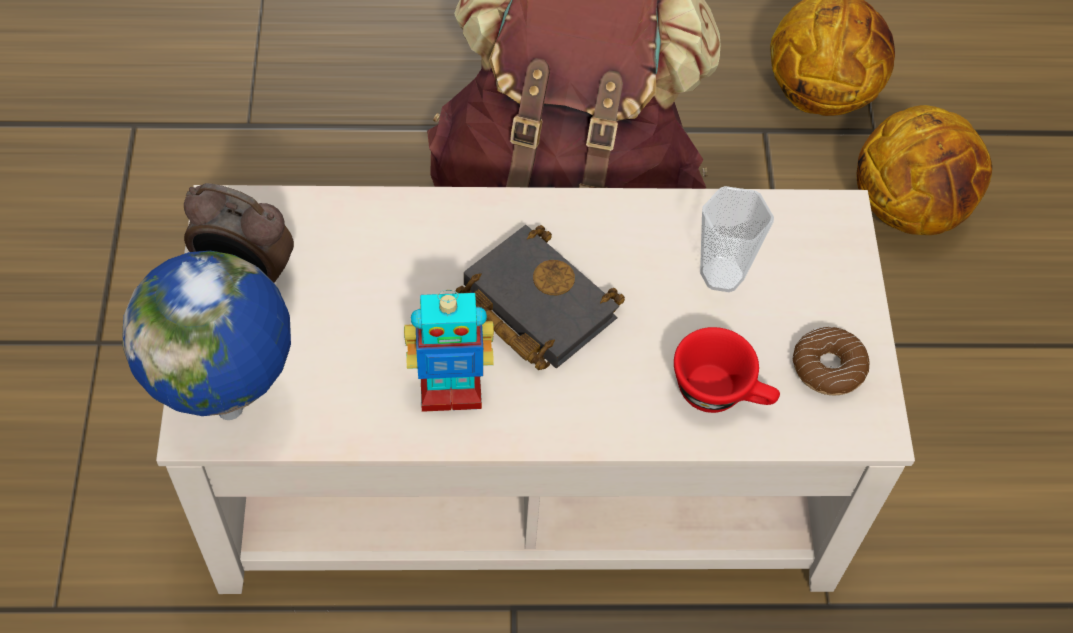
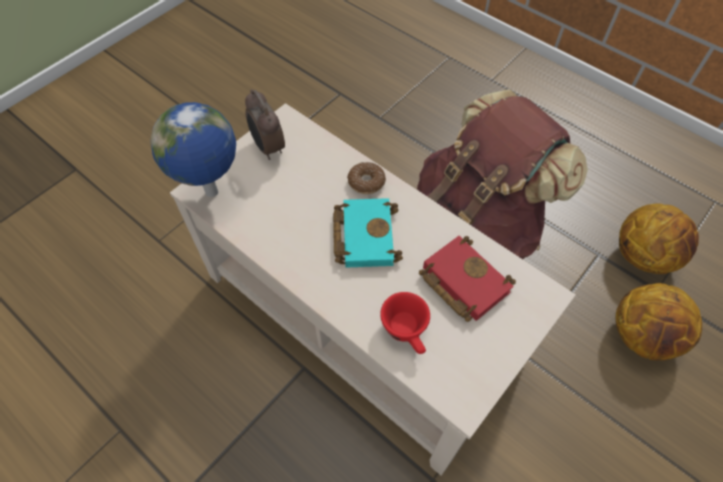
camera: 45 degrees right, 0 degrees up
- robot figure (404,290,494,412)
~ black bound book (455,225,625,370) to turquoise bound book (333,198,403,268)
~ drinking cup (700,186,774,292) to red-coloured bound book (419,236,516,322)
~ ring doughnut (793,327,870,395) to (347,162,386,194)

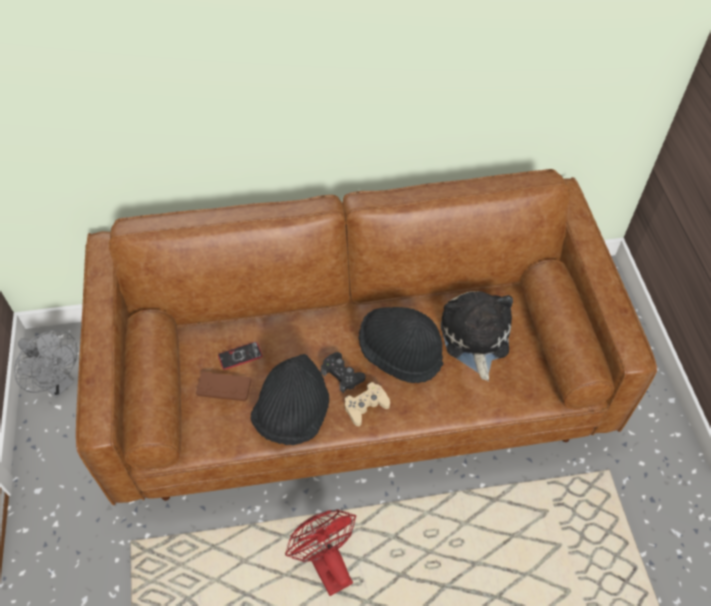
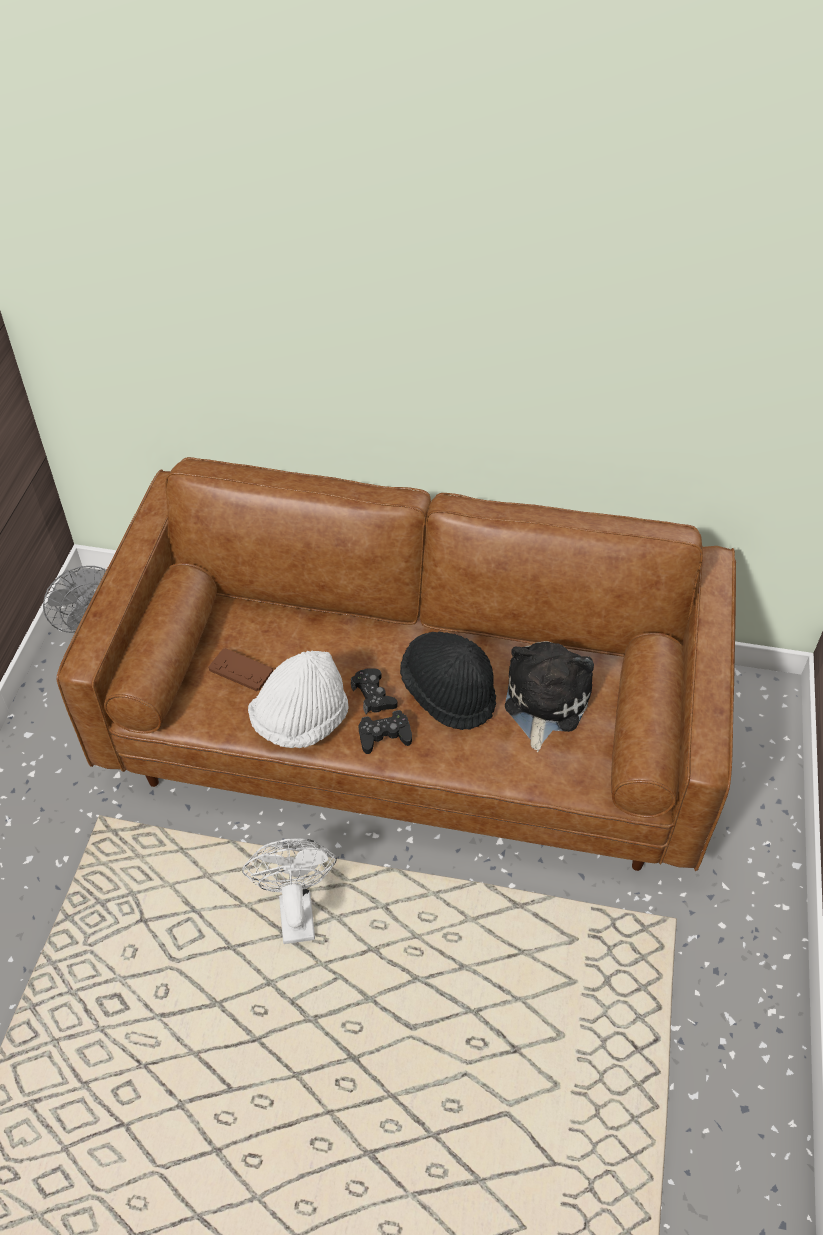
camera: 20 degrees right, 5 degrees down
- handset (218,342,262,370)
~ black wearable hat (250,354,329,445) to white wearable hat (248,651,349,748)
~ red-coloured cooling fan (285,509,356,596) to white cooling fan (242,838,337,944)
~ beige-coloured gamepad (345,382,390,426) to black gamepad (359,710,412,754)

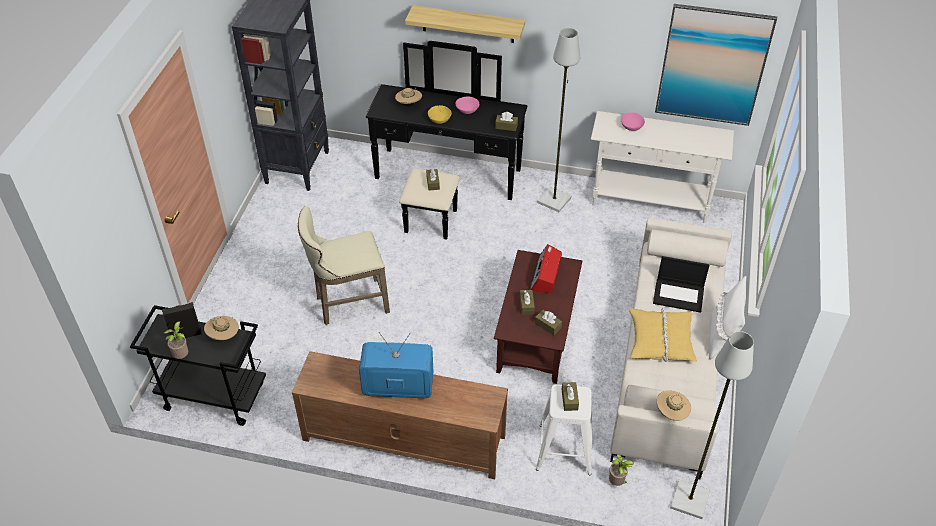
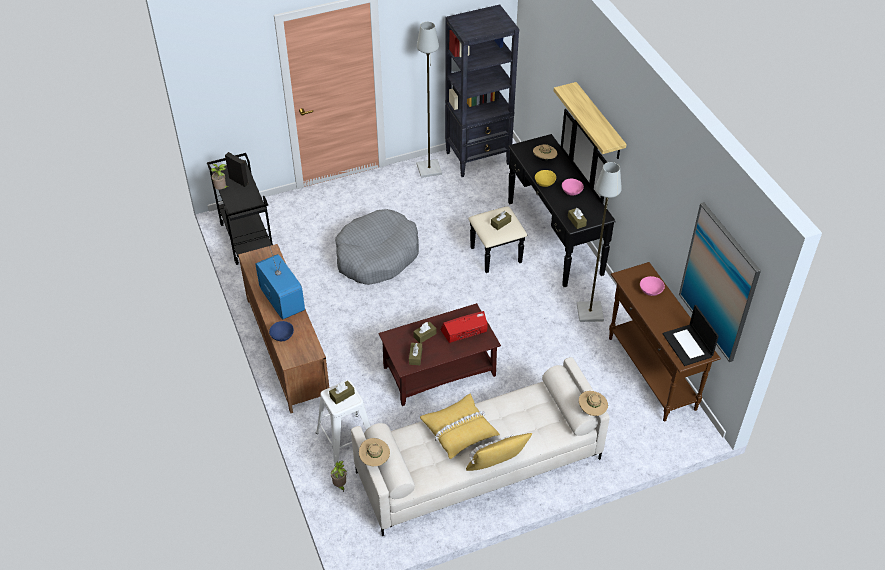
camera: 55 degrees right, 0 degrees up
~ beige-coloured wearable hat (204,316,239,340) to (579,391,608,416)
~ beige-coloured stool (298,206,390,325) to greyish pet bed (335,209,419,285)
~ white hall table (591,111,734,223) to brown-coloured hall table (609,262,721,422)
~ notebook computer (653,256,709,313) to (663,305,719,366)
~ greyish standing lamp (670,331,754,519) to (417,22,442,178)
~ white cushion (709,276,746,360) to yellow-coloured cushion (466,433,532,471)
+ bluish bowl (269,321,294,341)

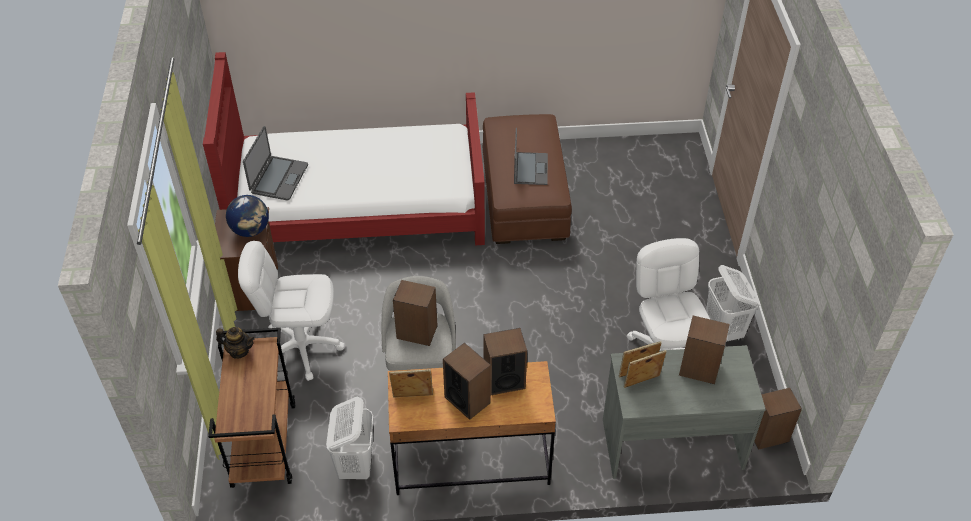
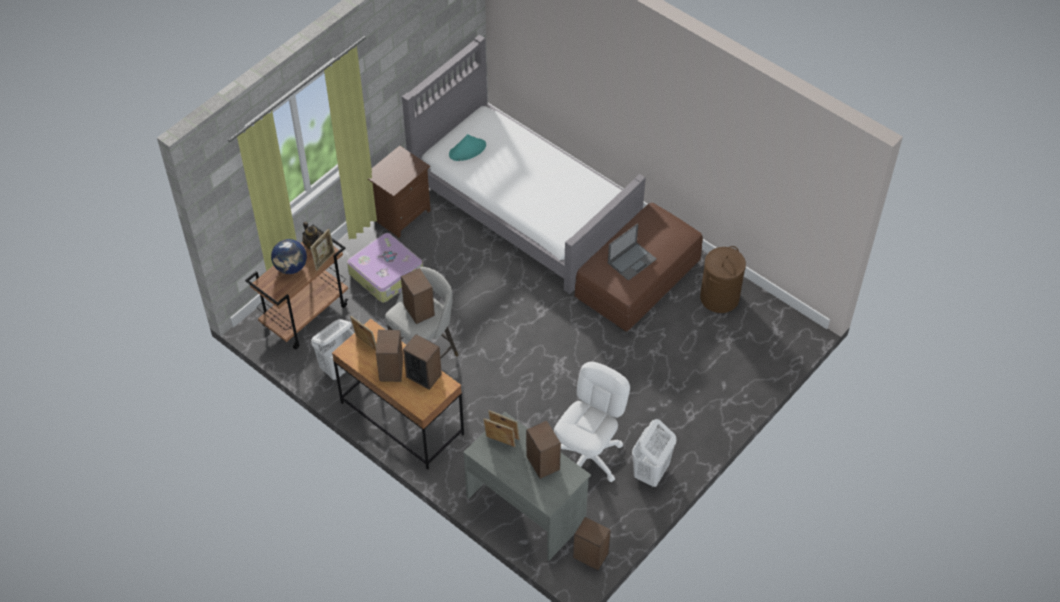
camera: 45 degrees right, 5 degrees up
~ red-coloured bed (203,52,485,245) to greyish bed (402,35,646,294)
~ desk globe (226,195,269,237) to (271,239,307,274)
~ white desk chair (238,241,345,381) to travel case (347,233,423,303)
~ notebook computer (243,126,308,201) to turquoise wearable hat (449,134,486,161)
+ picture frame (310,229,335,271)
+ brown-coloured washing basket (700,246,746,313)

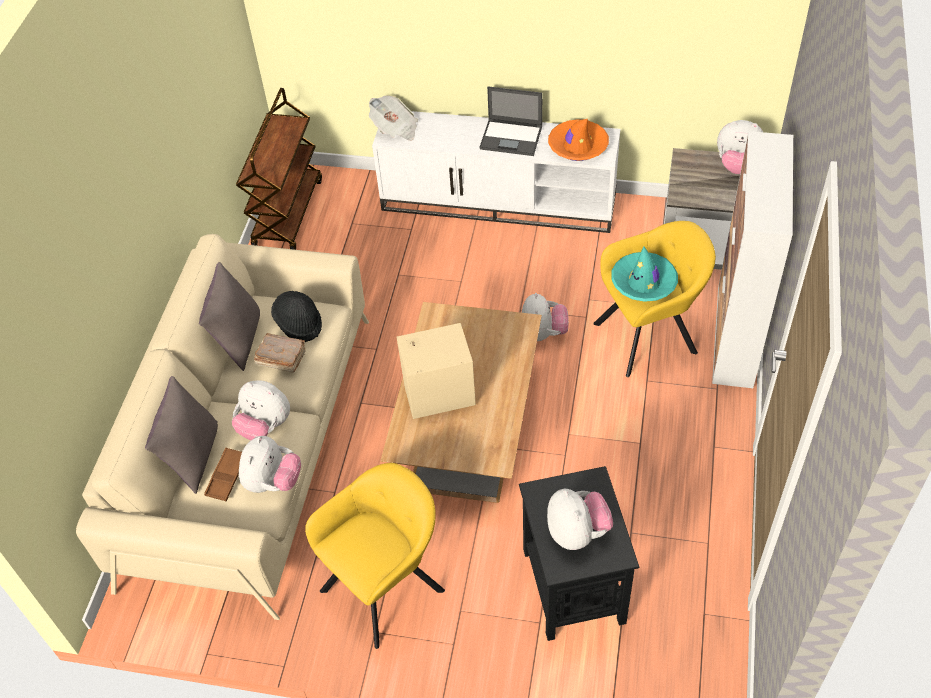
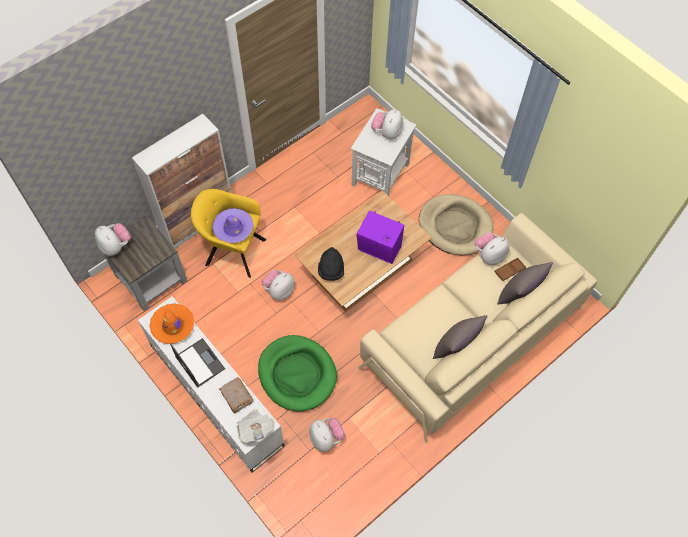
camera: 145 degrees left, 10 degrees up
~ plush toy (232,380,290,440) to (309,418,345,452)
- brown-coloured cart (236,88,322,250)
~ brown-coloured bound book (254,333,306,372) to (219,377,253,413)
~ black wearable hat (271,291,322,342) to (318,247,344,281)
~ yellow-coloured armchair (305,463,445,649) to beige-coloured pet bed (419,194,494,255)
~ beige-coloured speaker (397,323,476,419) to purple speaker (357,210,404,264)
~ black side table (519,466,640,641) to white side table (351,108,417,196)
~ turquoise wearable hat (611,246,678,302) to purple wearable hat (212,208,253,243)
+ green-coloured pet bed (258,335,337,412)

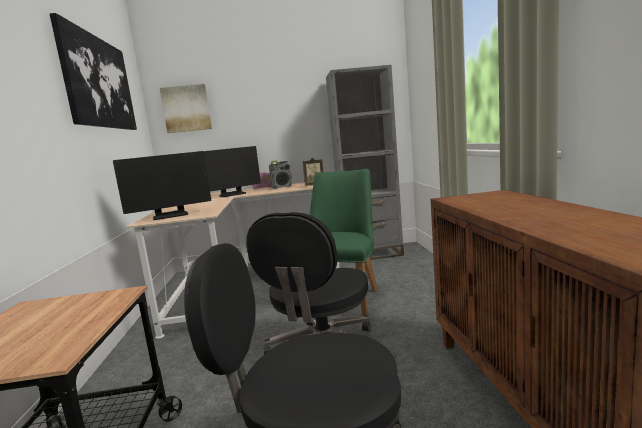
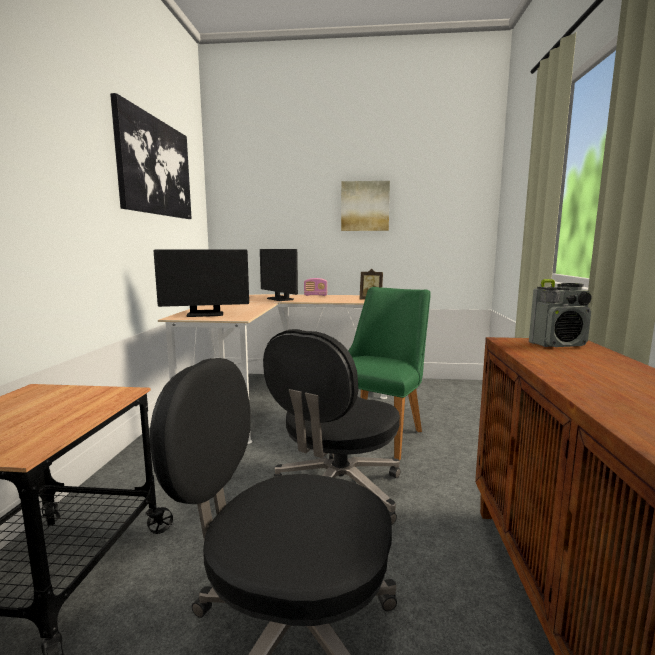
camera: 10 degrees right, 0 degrees up
~ wall picture (160,84,212,133) to (341,181,390,231)
~ computer display (203,146,261,197) = (260,249,298,301) 75 degrees clockwise
~ radio (269,161,292,189) to (529,279,592,347)
- greyish bookcase (326,65,404,263)

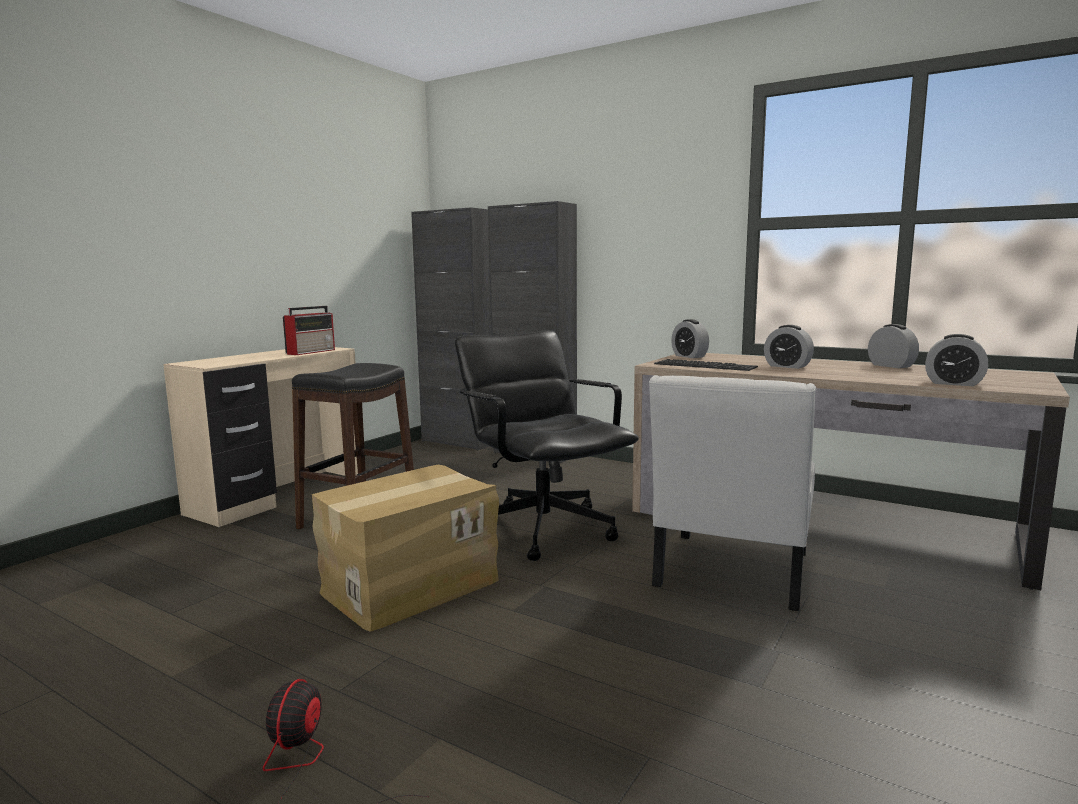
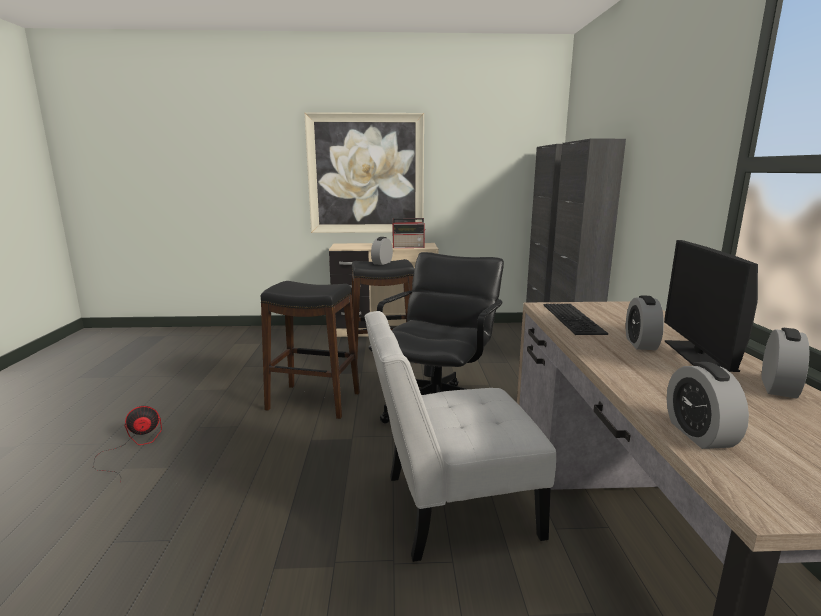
camera: 55 degrees right, 5 degrees up
~ carton (312,465,499,632) to black stool (261,281,360,419)
~ table clock (671,319,709,358) to (371,237,393,265)
+ wall picture (304,112,424,233)
+ computer display (664,240,758,372)

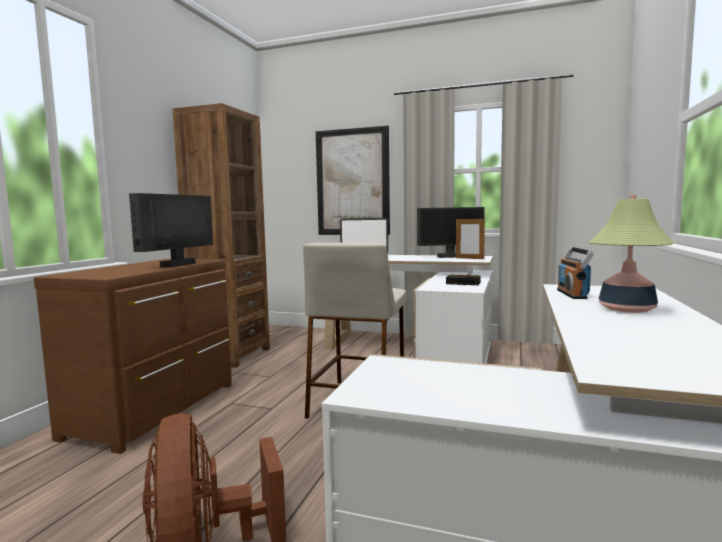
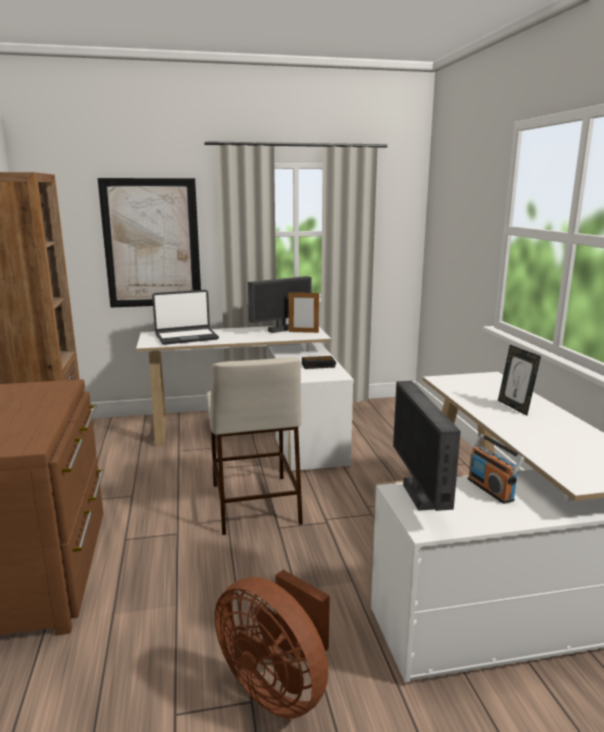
camera: 30 degrees left, 10 degrees up
~ computer display (129,193,213,268) to (393,381,461,511)
~ radio (557,247,594,299) to (468,434,524,504)
~ table lamp (589,195,674,313) to picture frame (498,345,541,416)

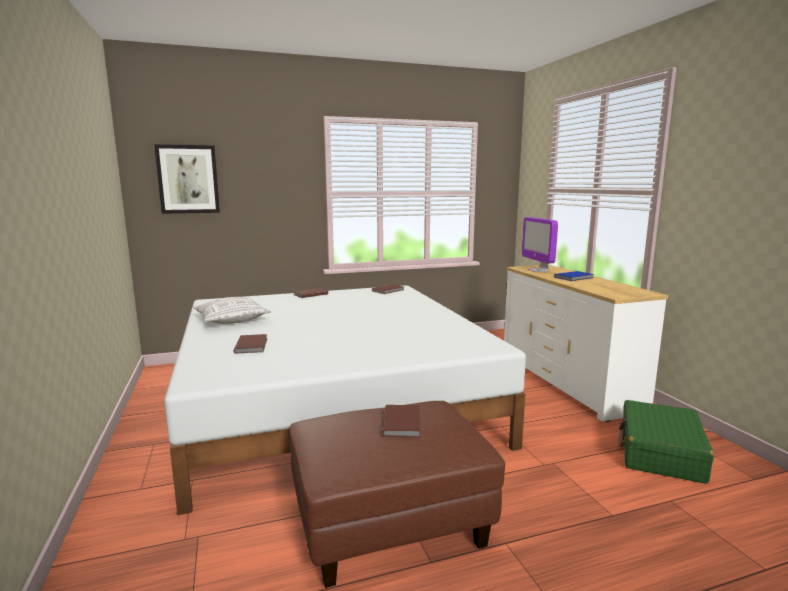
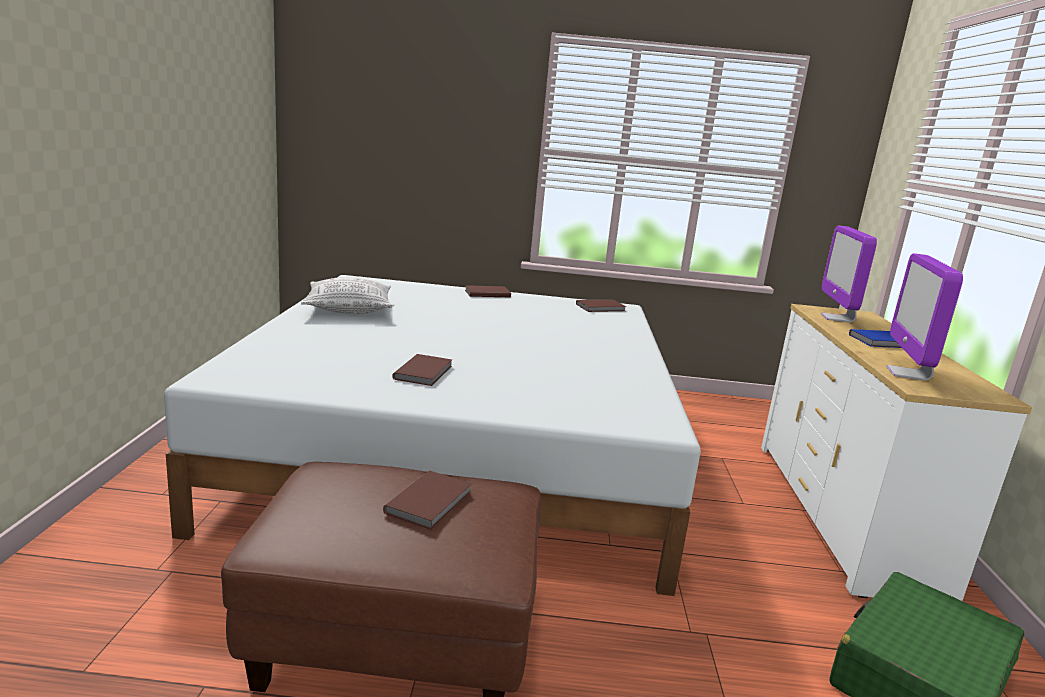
camera: 20 degrees right, 5 degrees up
- wall picture (154,144,220,214)
~ brown-coloured bound book (234,334,267,354) to (393,354,452,386)
+ computer display (886,253,963,381)

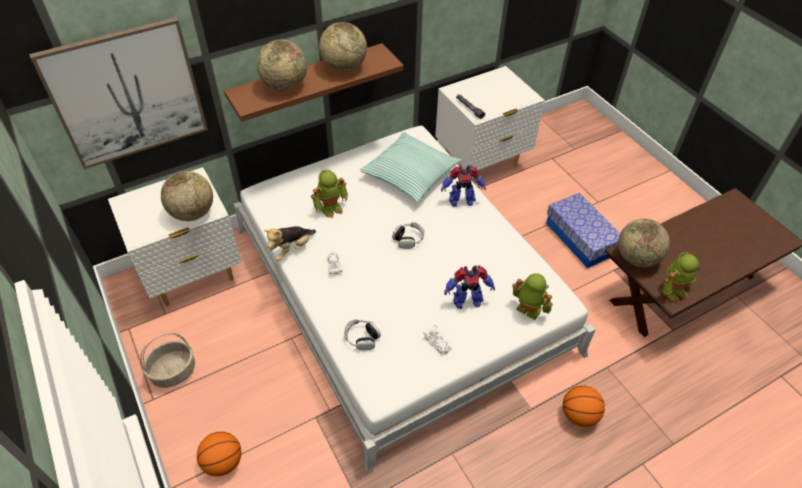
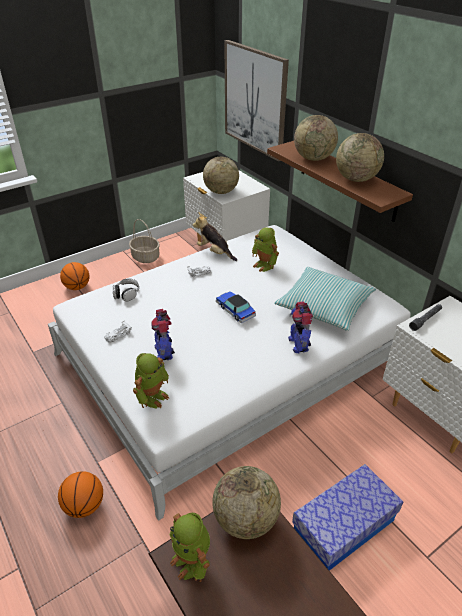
camera: 85 degrees right, 10 degrees down
~ headphones (392,222,424,249) to toy car (216,291,256,323)

